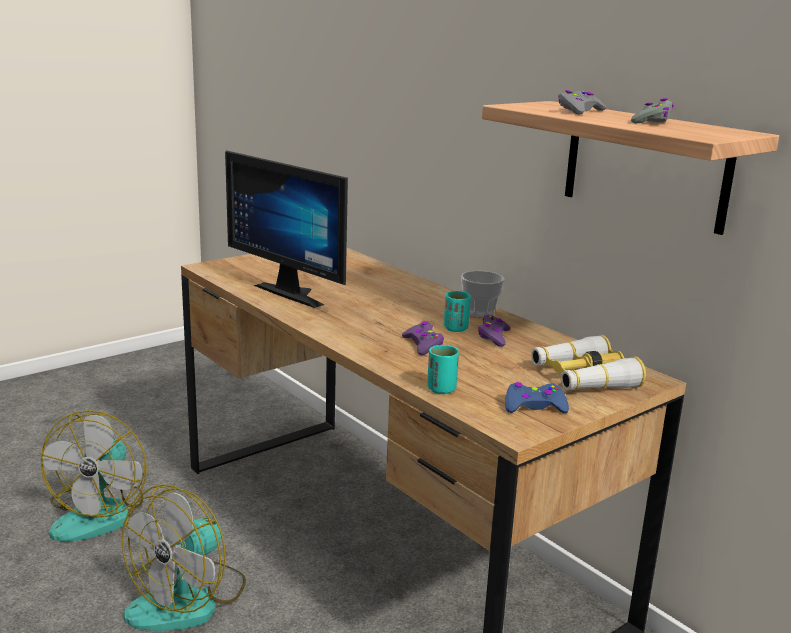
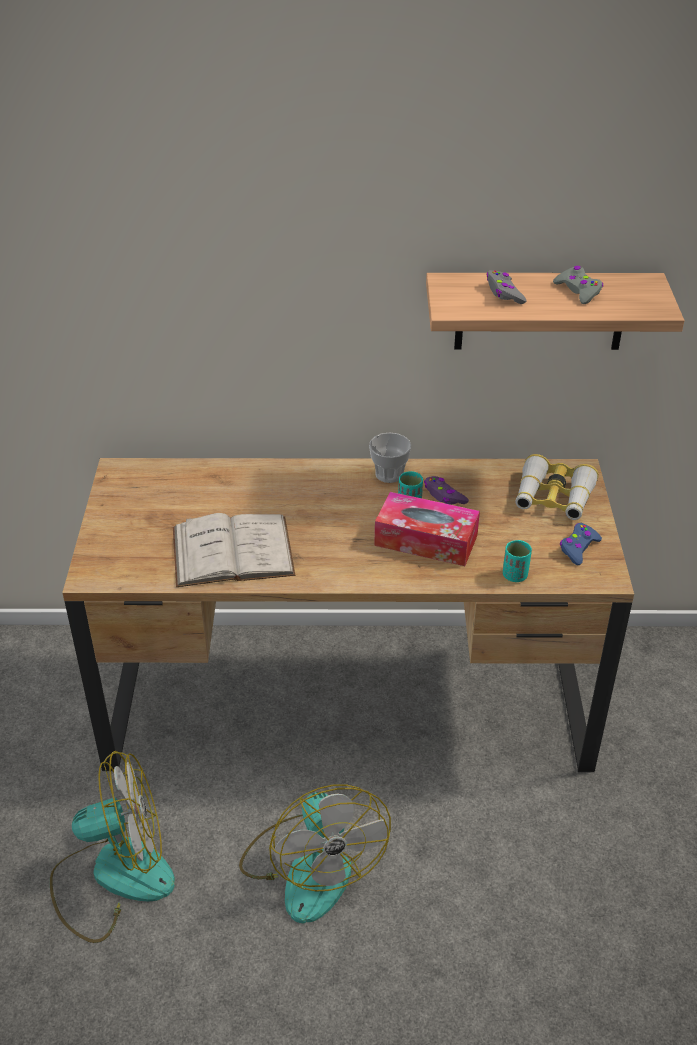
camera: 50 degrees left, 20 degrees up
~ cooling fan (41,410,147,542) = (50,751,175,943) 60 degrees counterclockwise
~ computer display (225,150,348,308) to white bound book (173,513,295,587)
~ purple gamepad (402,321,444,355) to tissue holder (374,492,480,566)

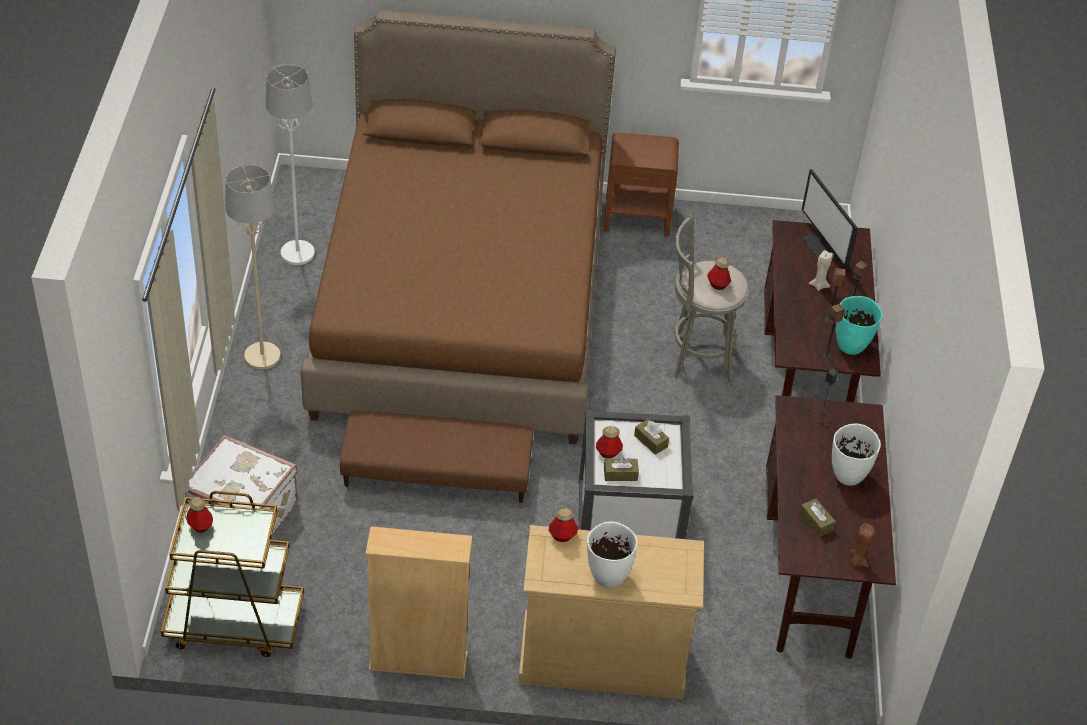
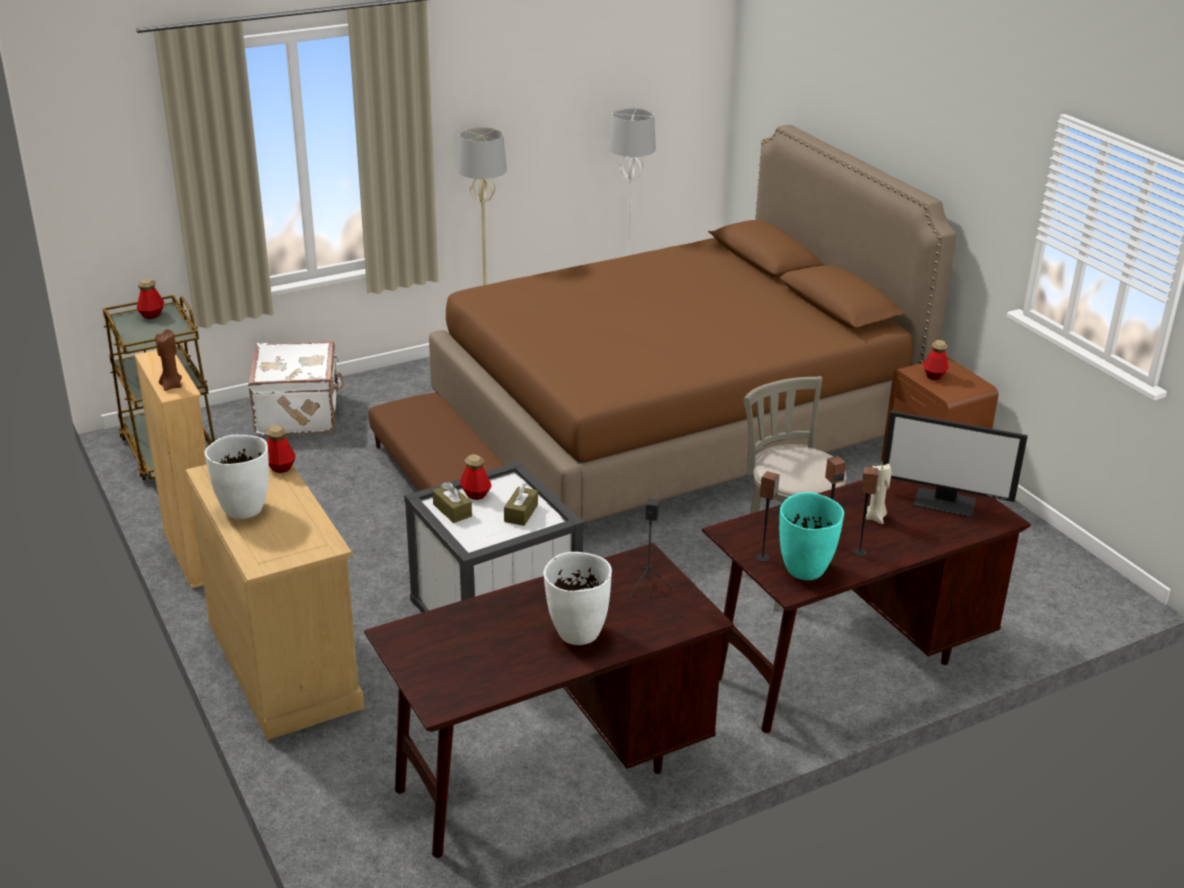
camera: 60 degrees right, 15 degrees down
~ beverage bottle (707,257,731,290) to (923,340,949,380)
- brown-coloured tissue holder (799,498,836,537)
~ computer display (802,169,858,268) = (883,411,1028,517) 105 degrees counterclockwise
~ brown-coloured wax candle (850,524,875,567) to (156,329,182,391)

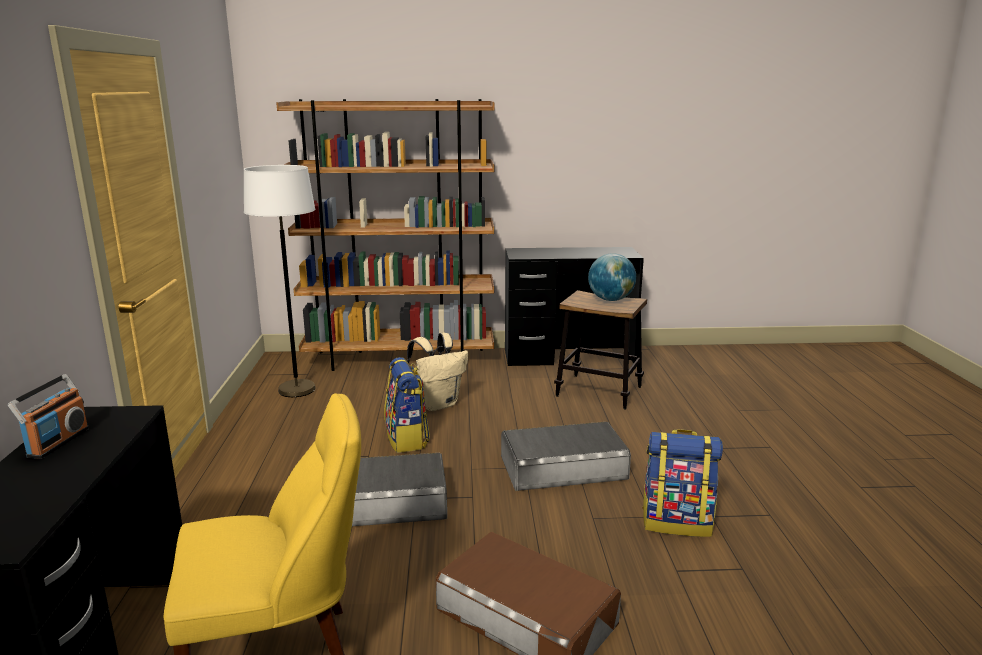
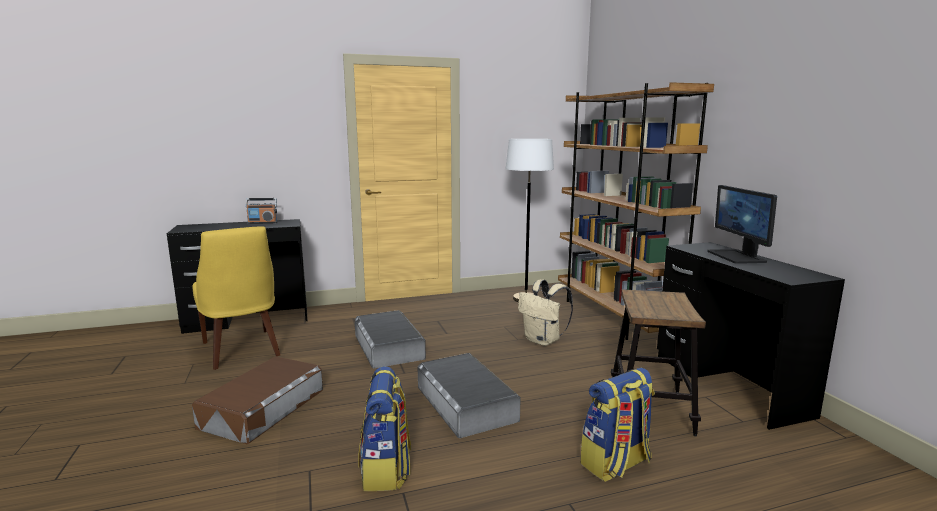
camera: 75 degrees right, 5 degrees down
~ backpack (384,357,430,453) to (580,368,655,482)
- desk globe (588,253,636,301)
+ computer display (707,185,777,264)

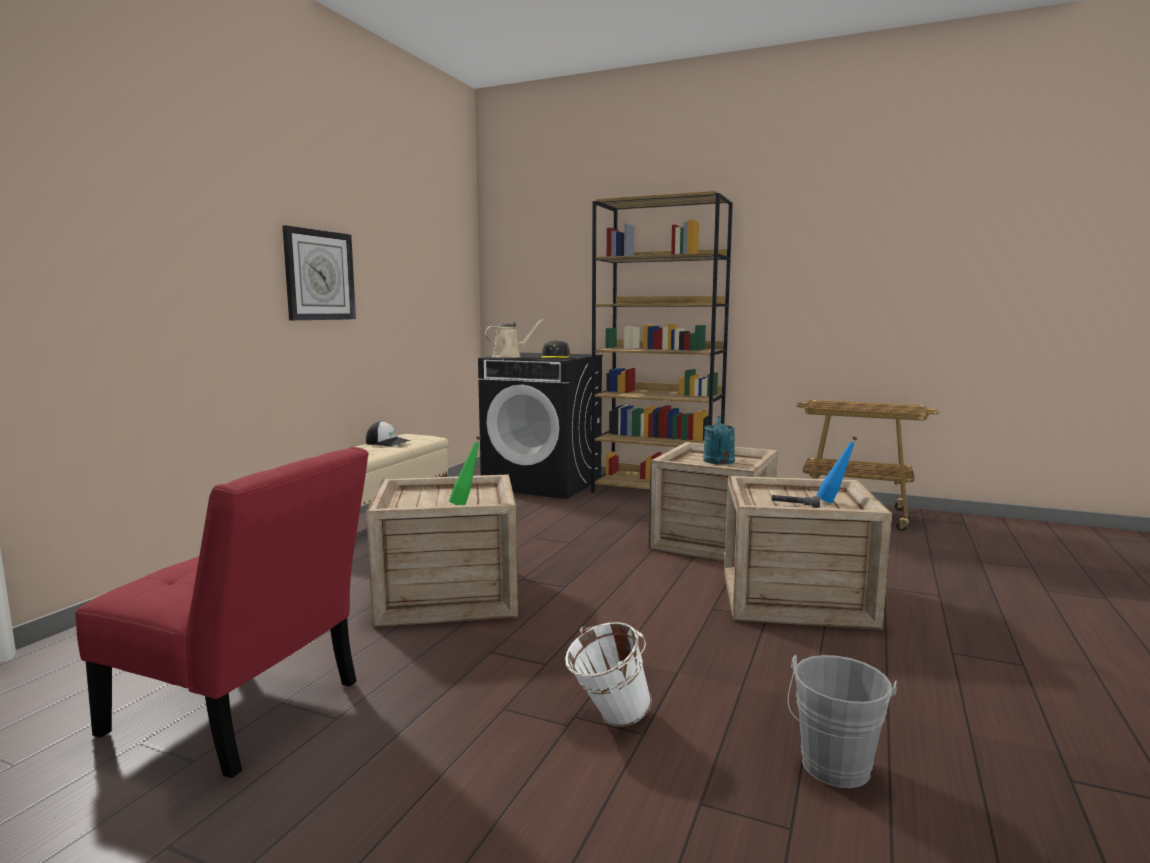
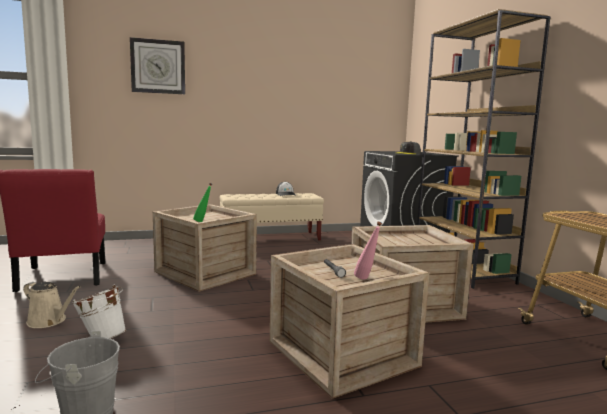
camera: 50 degrees right, 0 degrees up
~ clock on the wall (282,225,356,320) to (130,37,185,94)
~ beige-coloured sprinkling can (485,319,544,358) to (23,282,81,328)
- turquoise sprinkling can (703,416,735,465)
~ bluish beverage bottle (816,436,858,503) to pink beverage bottle (354,222,382,279)

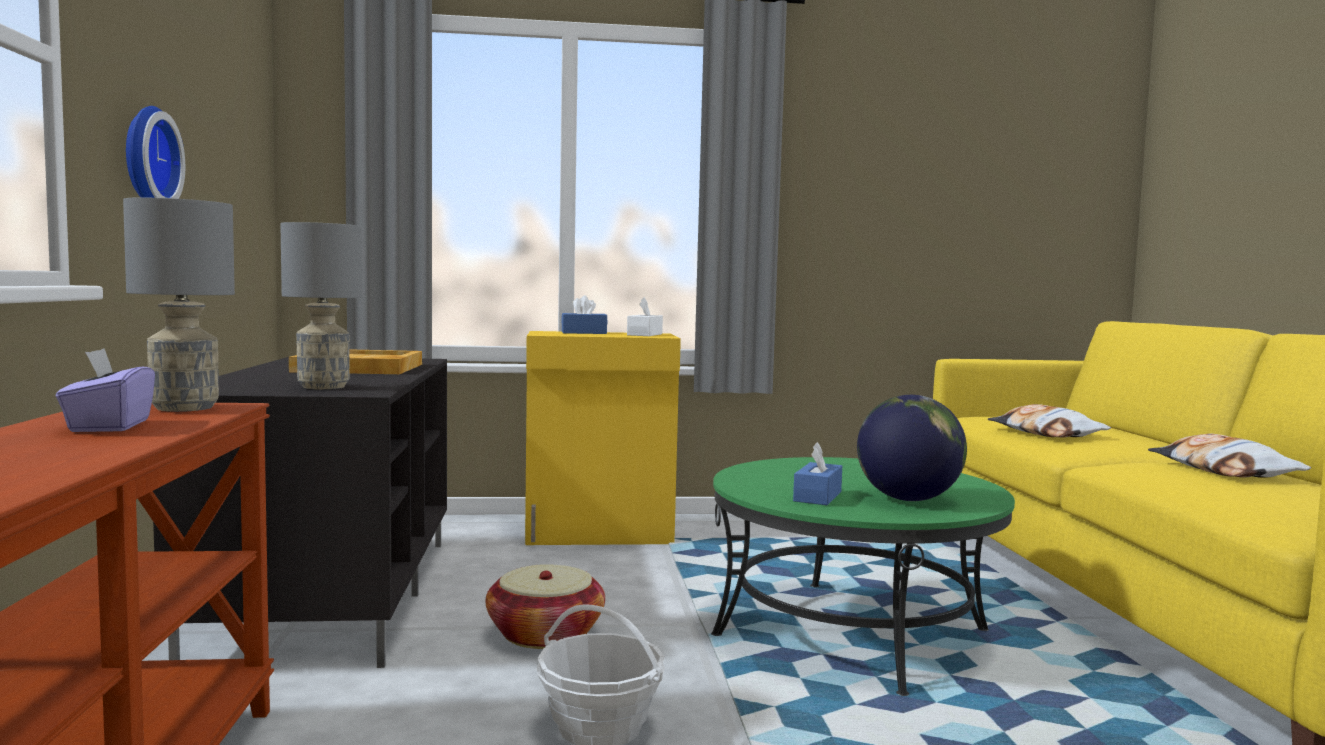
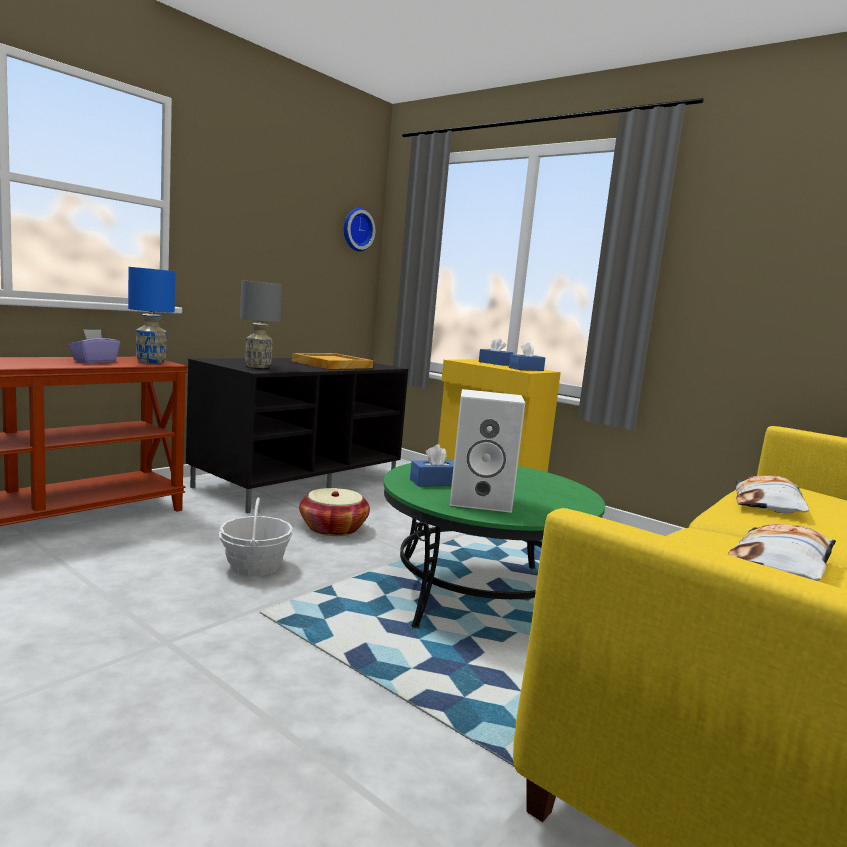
camera: 45 degrees right, 5 degrees up
~ greyish table lamp (123,197,235,412) to bluish table lamp (128,267,175,363)
~ clock on the wall (126,106,185,199) to (344,208,375,252)
~ white tissue holder (627,297,663,336) to bluish tissue holder (509,342,545,371)
~ desk globe (857,395,967,501) to white speaker (449,389,525,513)

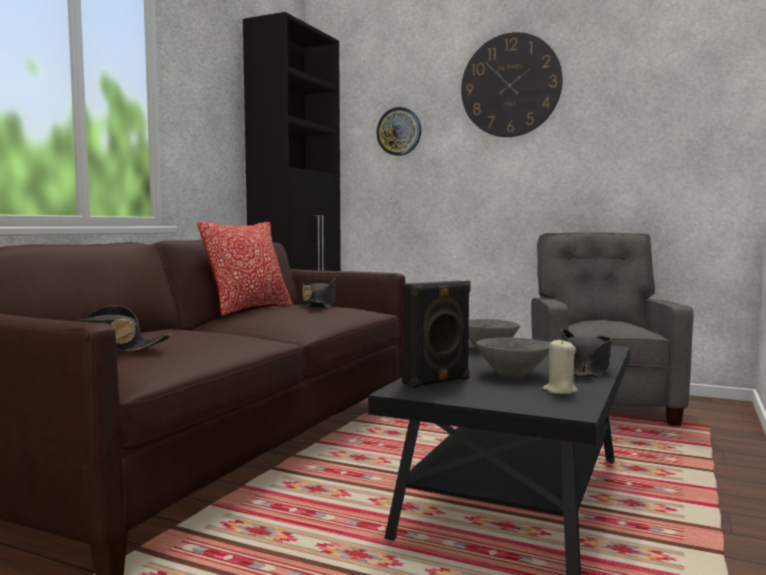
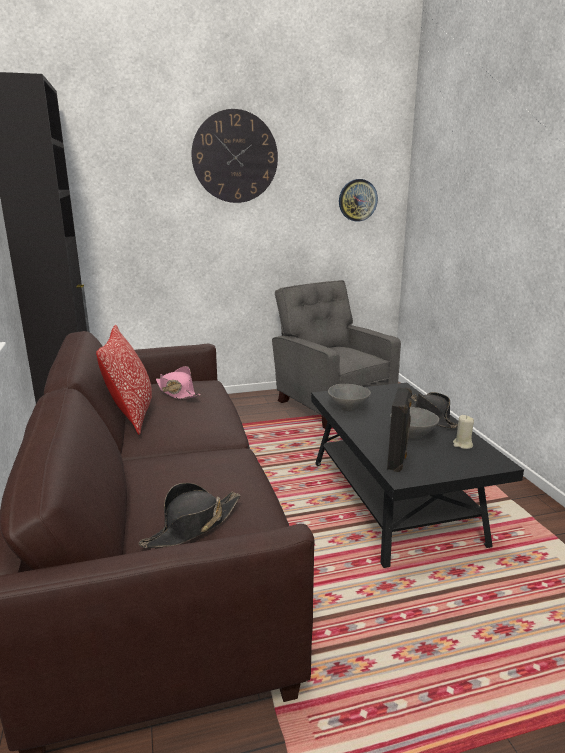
camera: 40 degrees left, 15 degrees up
~ black wearable hat (302,278,336,308) to pink wearable hat (156,366,201,400)
~ clock on the wall (376,107,421,156) to (339,179,378,222)

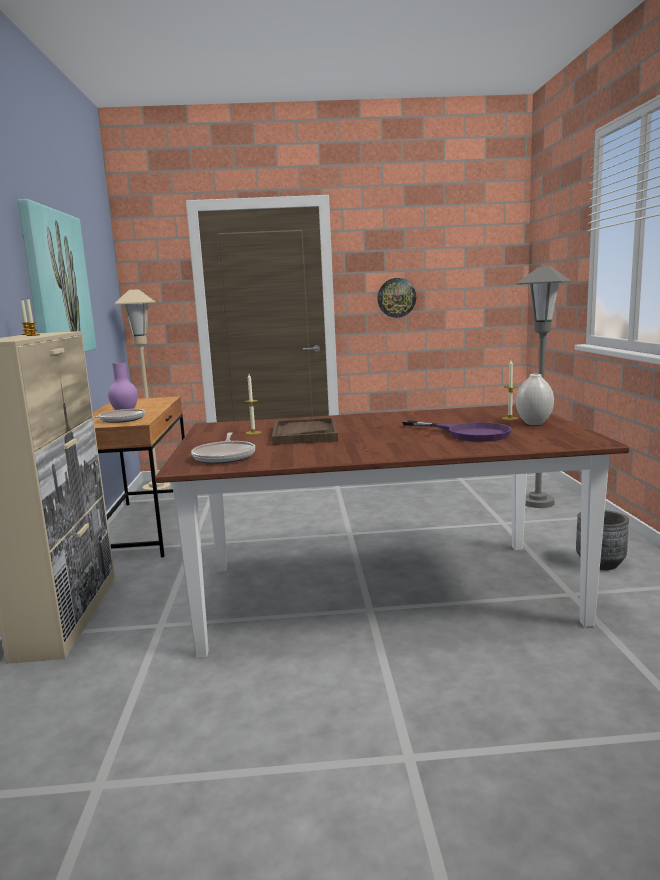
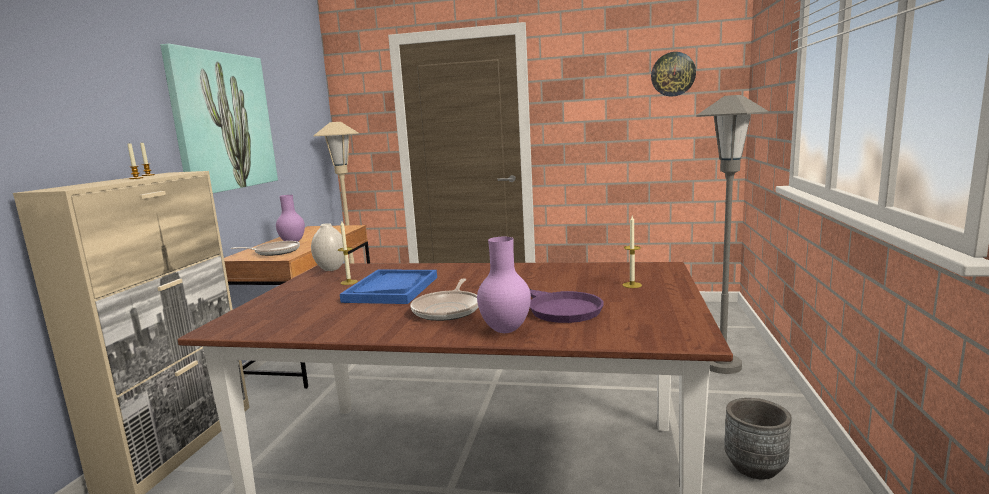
camera: 15 degrees right, 0 degrees up
~ frying pan (191,432,255,464) to (410,279,478,321)
~ brown-coloured tray (272,417,338,445) to bluish tray (340,270,437,304)
~ clock on the wall (377,278,416,318) to (651,52,696,97)
~ white decorative vase (516,374,554,425) to (311,223,344,271)
+ purple decorative vase (477,237,531,333)

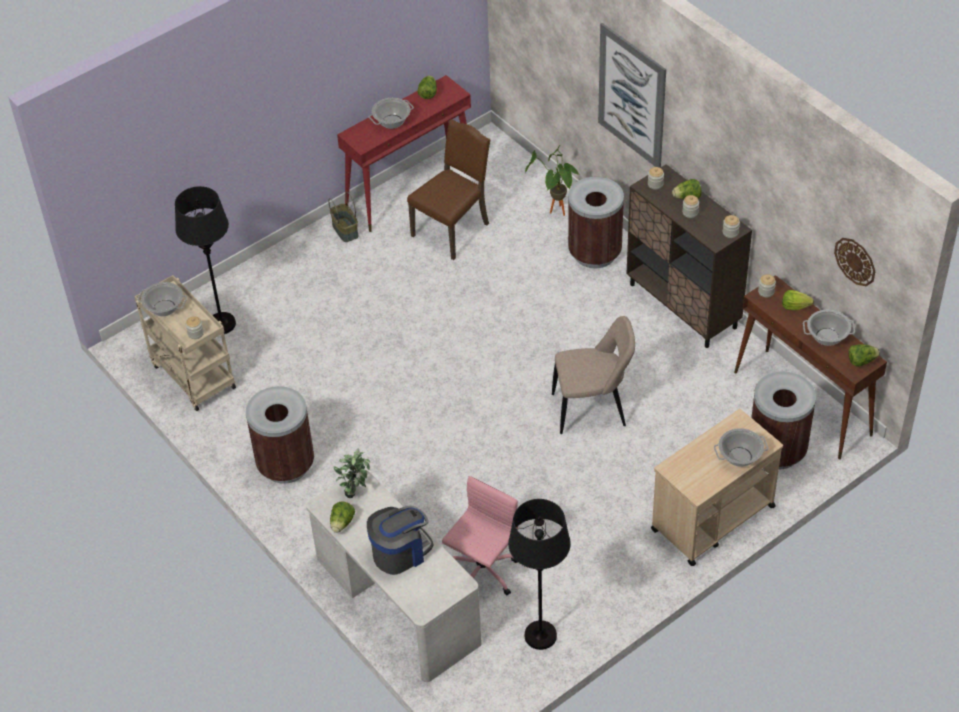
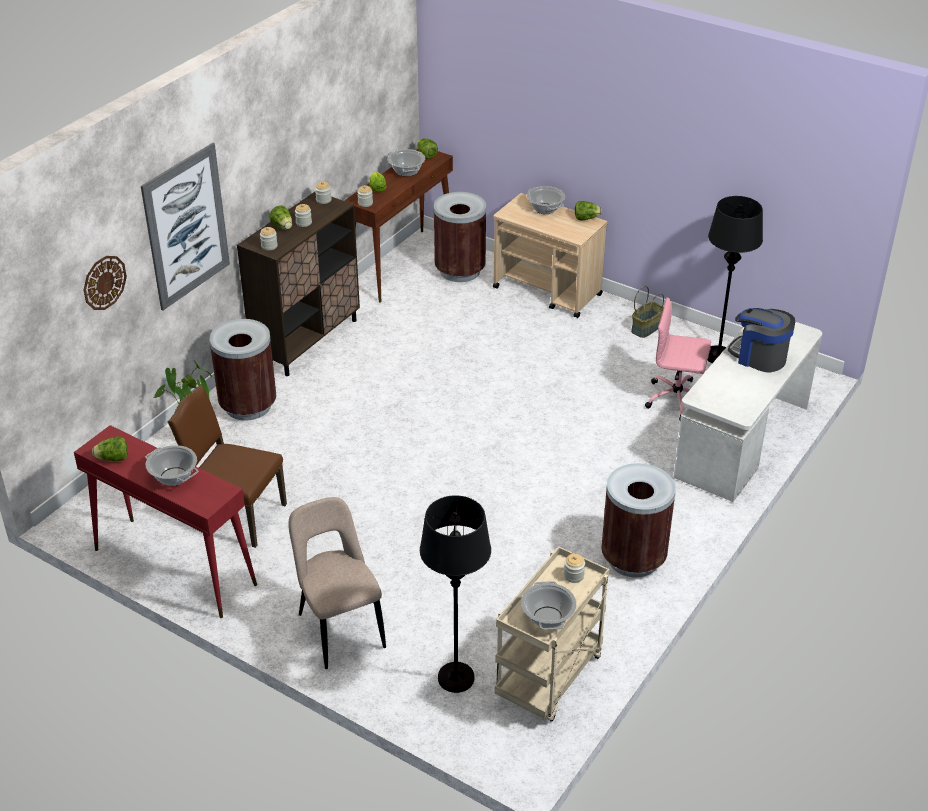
camera: 110 degrees left, 10 degrees down
~ storage basket (328,192,359,242) to (631,286,664,338)
~ head of lettuce (330,501,355,533) to (575,201,602,220)
- plant in a pot (333,449,370,498)
~ beige-coloured plain chair (552,316,635,434) to (288,497,386,669)
~ clock on the wall (834,238,875,286) to (84,256,127,310)

